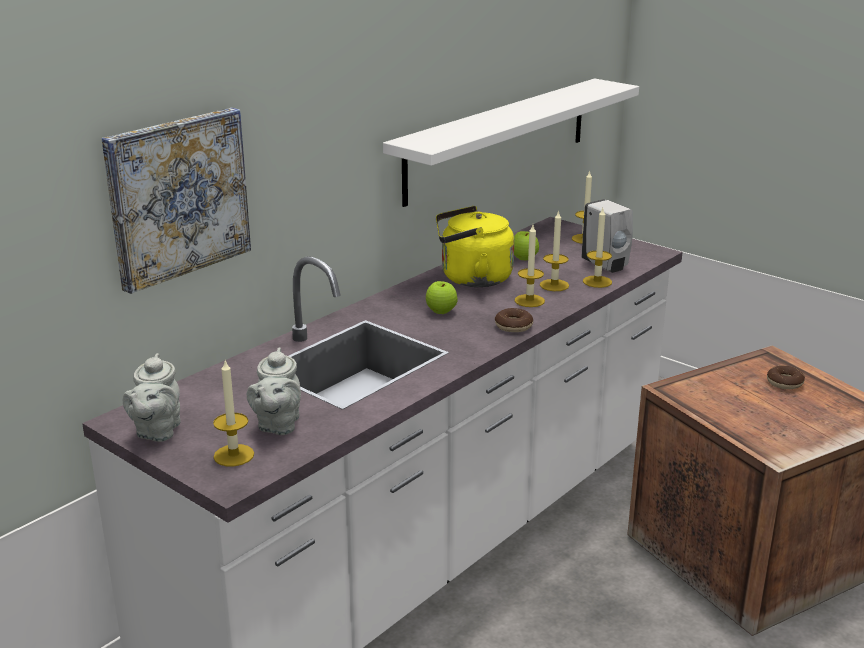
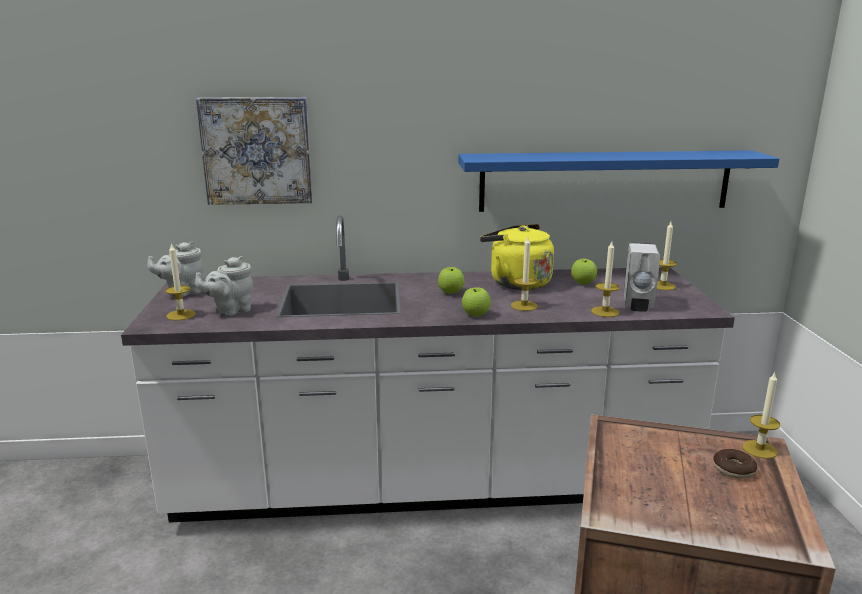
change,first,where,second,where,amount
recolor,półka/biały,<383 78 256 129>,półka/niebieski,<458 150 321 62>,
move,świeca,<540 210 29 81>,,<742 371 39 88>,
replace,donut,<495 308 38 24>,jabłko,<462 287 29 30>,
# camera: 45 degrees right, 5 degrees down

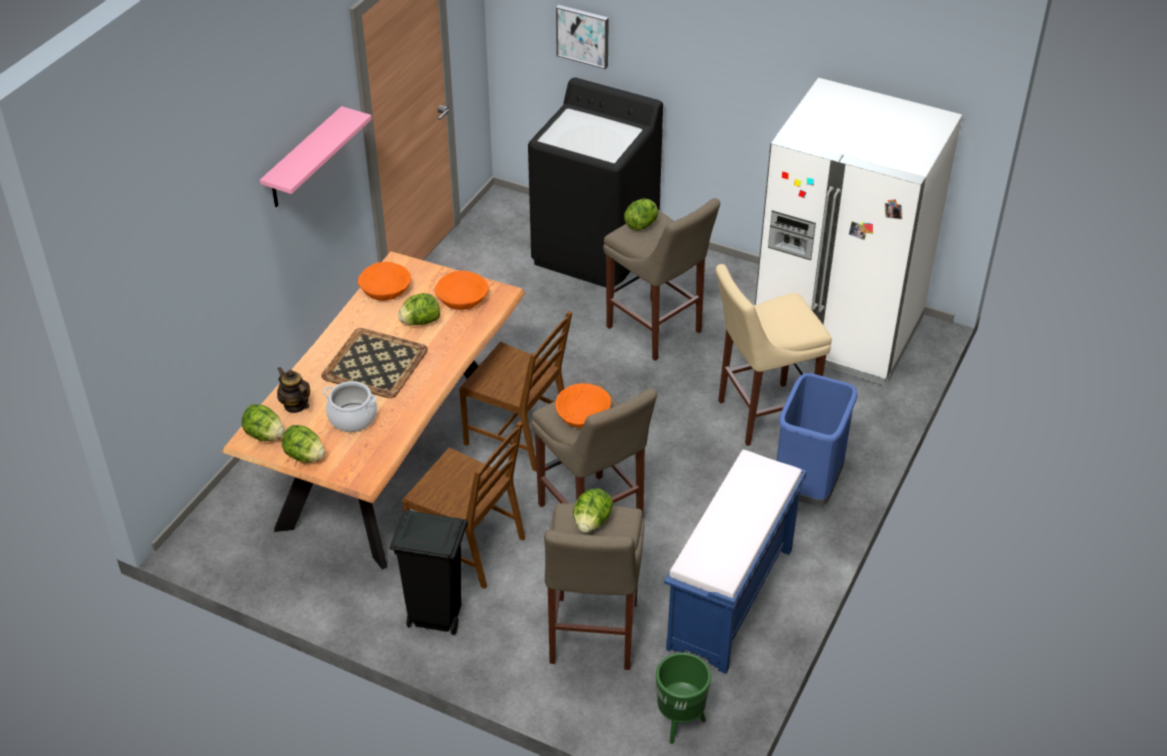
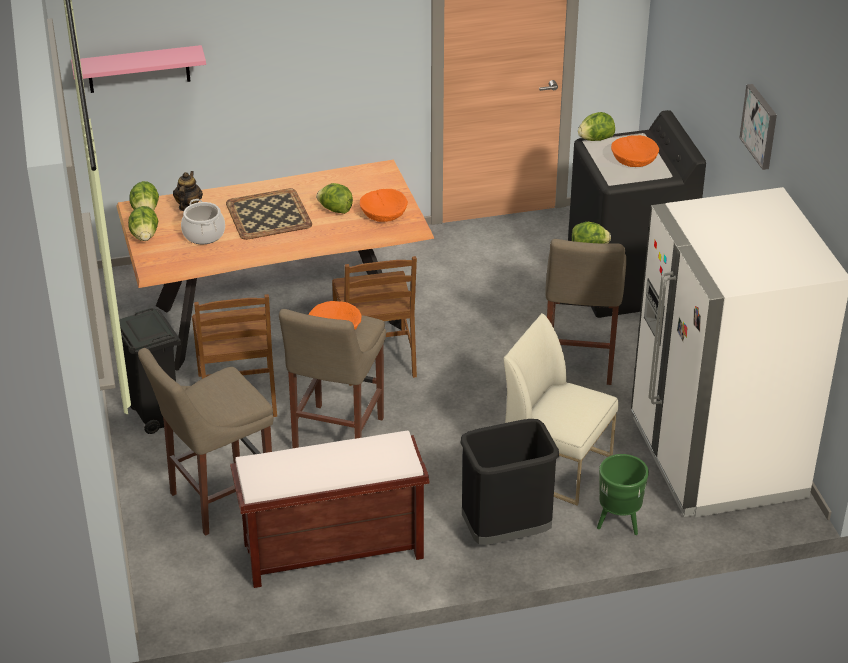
change,first,where,second,where,amount
move,obraz,<556 5 53 64>,,<739 84 38 86>,
move,półka/różowy,<260 106 112 101>,,<71 45 135 48>,
move,miska/pomarańczowy,<358 262 53 38>,,<611 135 48 32>,
replace,stołek/beżowy,<716 264 116 182>,krzesło/biały,<504 313 115 192>,
recolor,kosz na śmieci/niebieski,<777 373 81 133>,kosz na śmieci/czarny,<460 419 99 126>,
recolor,ławka/niebieski,<664 450 143 224>,ławka/brązowy,<230 430 199 158>,
move,sałata,<573 488 41 45>,,<578 112 37 29>,
move,donica/zielony,<656 653 55 91>,,<597 454 52 81>,
# camera: 50 degrees right, 5 degrees down

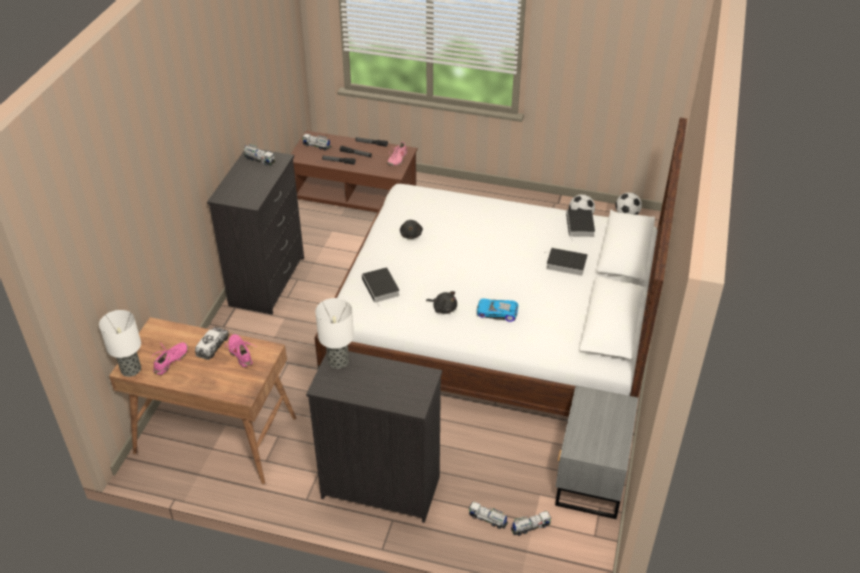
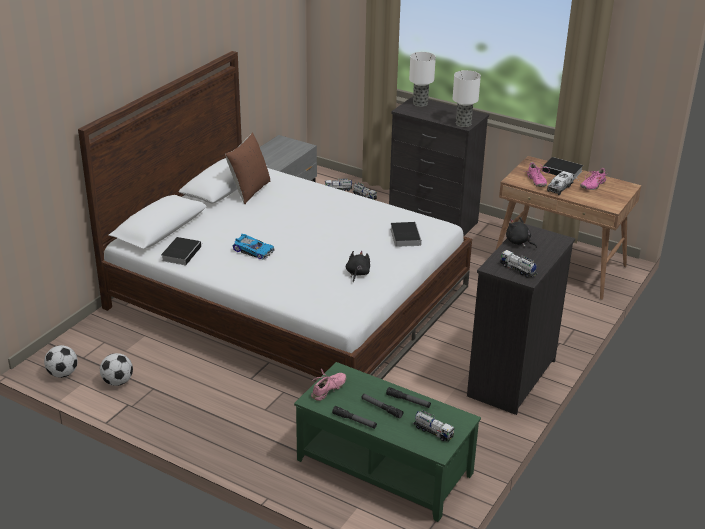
change,first,where,second,where,amount
recolor,ława/brązowy,<291 131 126 82>,ława/zielony,<294 362 187 160>,
move,książka,<545 248 42 28>,,<542 157 41 24>,
move,pluszak/czarny,<426 291 31 23>,,<506 217 31 31>,
move,samochodzik,<477 299 42 23>,,<233 234 41 26>,
move,lampa stołowa,<99 310 42 67>,,<409 52 27 55>,
insert,,,poduszka/brązowy,<225 132 45 72>,
# camera: 165 degrees left, 10 degrees down

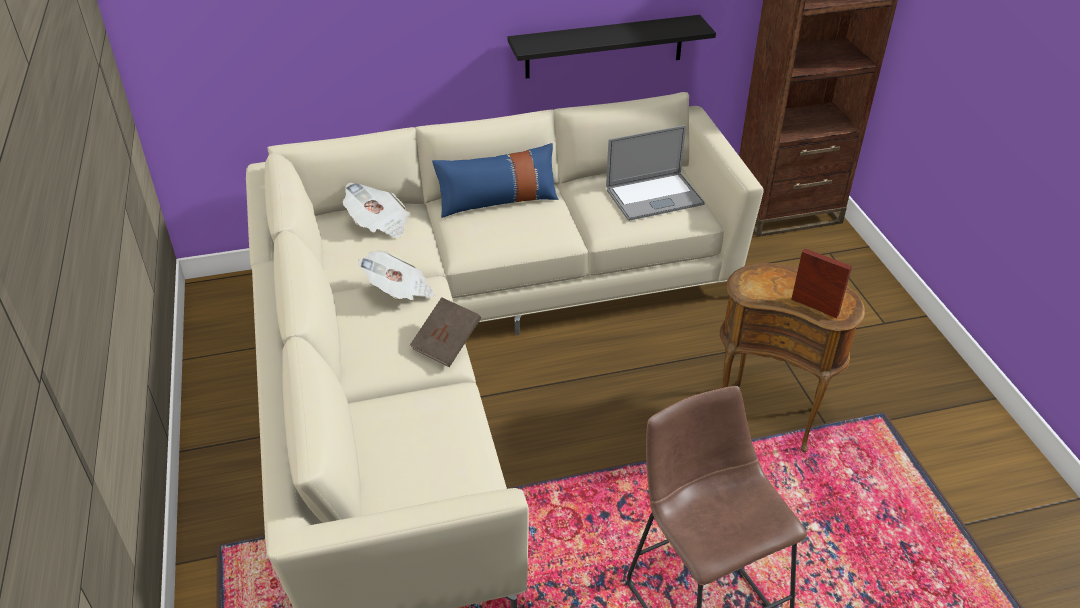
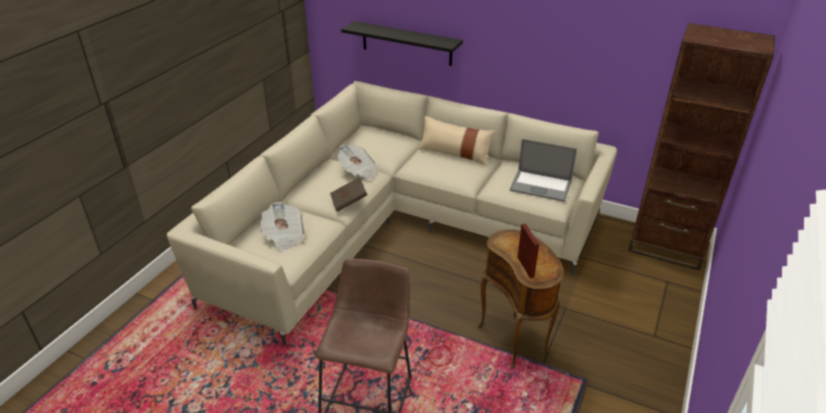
change,first,where,second,where,amount
move,półka/czarny,<508 15 208 63>,,<341 21 122 45>,
recolor,poduszka/niebieski,<432 143 126 75>,poduszka/beżowy,<418 116 77 49>,
move,gazeta,<343 183 67 55>,,<260 202 45 50>,
# camera: 40 degrees right, 5 degrees down

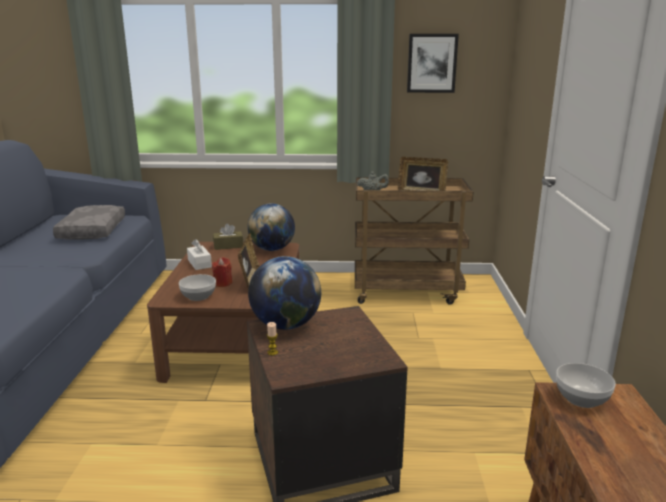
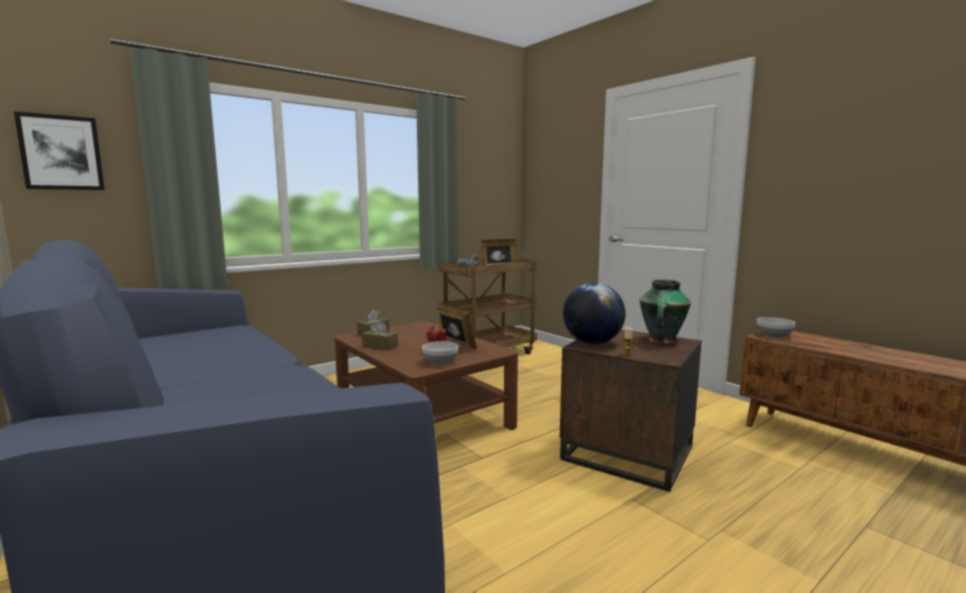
change,first,where,second,where,amount
move,obraz,<407 34 52 59>,,<14 111 91 79>,
delete,globus,<247 203 48 48>,,,
delete,poduszka/szary,<53 205 72 35>,,,
recolor,pudełko chusteczek/biały,<187 239 25 31>,pudełko chusteczek/brązowy,<362 320 36 30>,
insert,,,wazon,<639 280 52 64>,
# camera: 40 degrees left, 10 degrees down

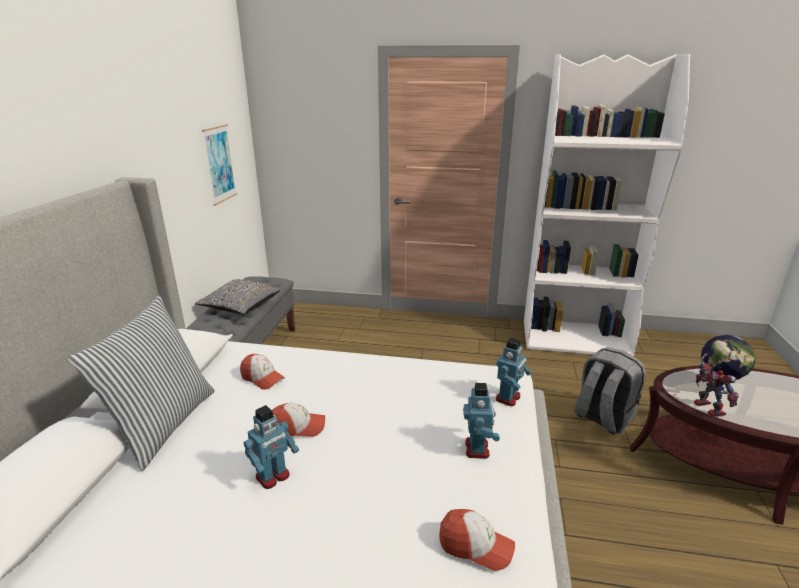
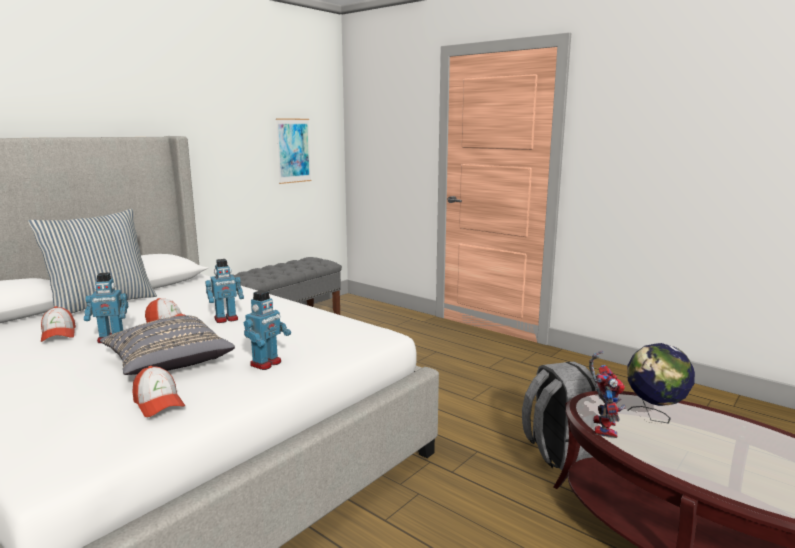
change,first,where,second,where,amount
delete,regał/biały,<524 54 166 302>,,,
move,poduszka/szary,<195 279 85 35>,,<100 315 135 60>,
move,robot zabawkowy,<496 338 36 68>,,<205 259 39 64>,
move,czapka z daszkiem,<240 354 45 36>,,<41 306 35 36>,
# camera: 30 degrees right, 10 degrees down

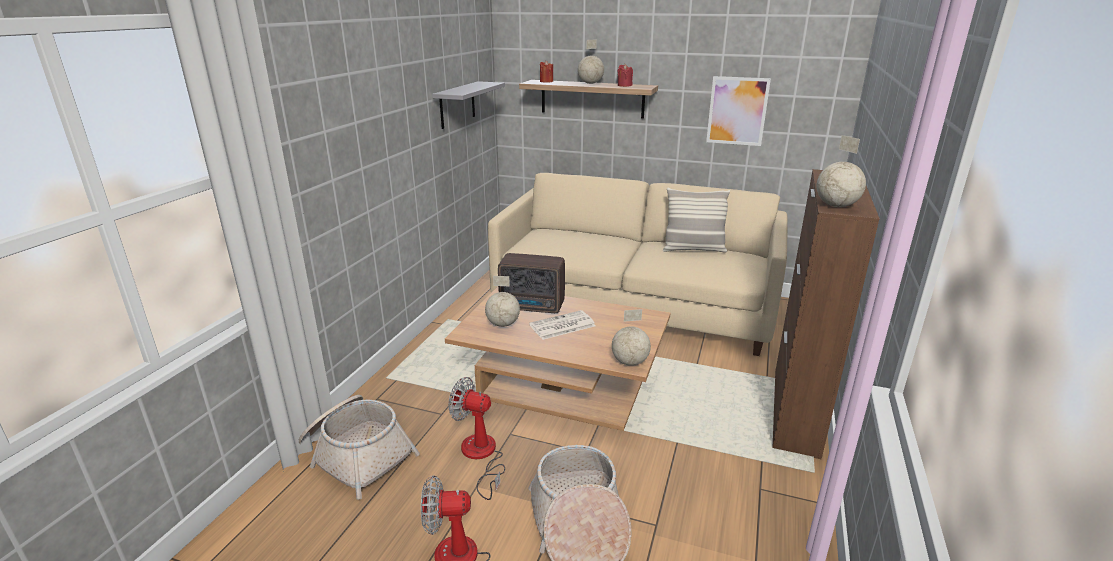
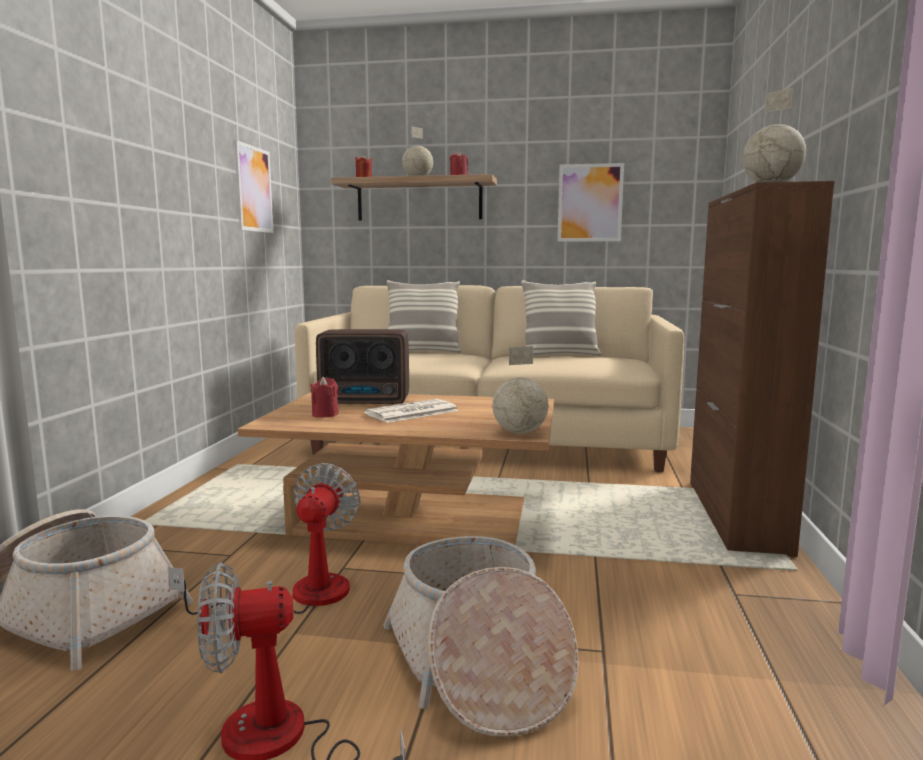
change,first,where,second,where,amount
replace,półka/szary,<432 81 73 48>,obraz,<234 140 39 93>,
replace,globus,<485 276 35 51>,świeca/czerwony,<310 377 29 41>,
rotate,wentylator,<448 377 57 123>,,<167 463 193 152>,90 degrees clockwise
insert,,,poduszka,<387 280 74 73>,
# camera: 10 degrees left, 15 degrees down

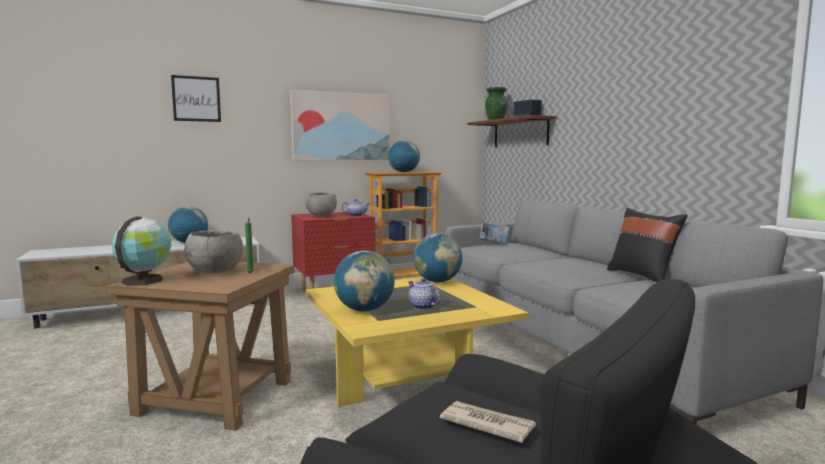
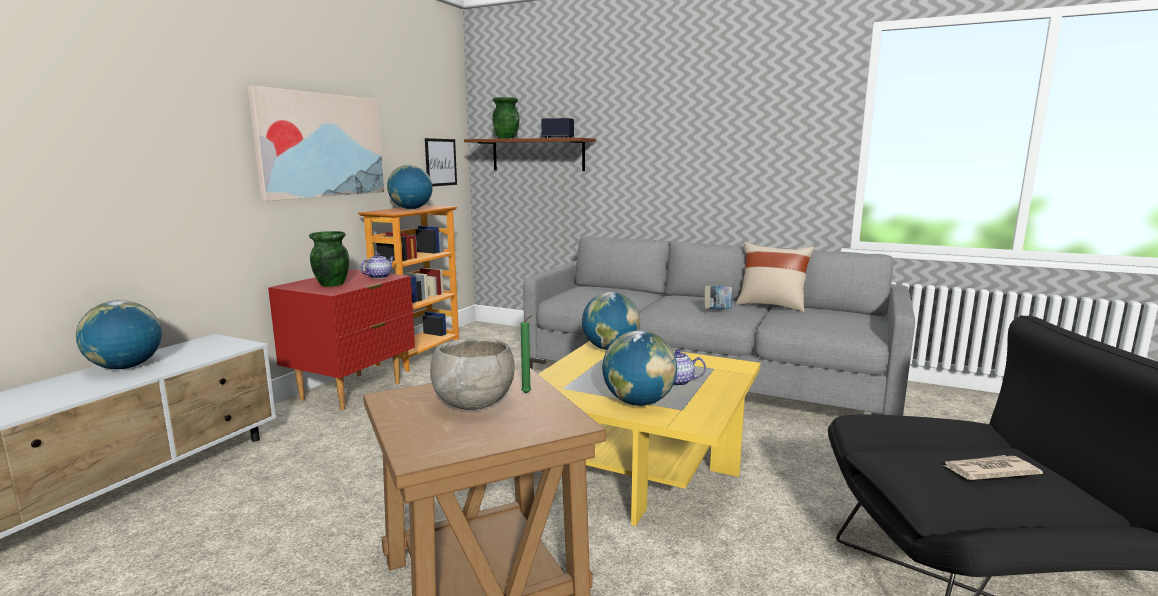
change,first,where,second,where,amount
move,obraz,<171 75 50 47>,,<425 138 32 48>,
replace,miska/szary,<305 192 32 25>,wazon/zielony,<309 231 40 56>,
recolor,poduszka/czarny,<607 208 80 74>,poduszka/beżowy,<736 242 78 70>,
delete,globus,<112 216 59 70>,,,
move,książka,<479 222 30 22>,,<705 285 27 24>,
# camera: 40 degrees left, 5 degrees up

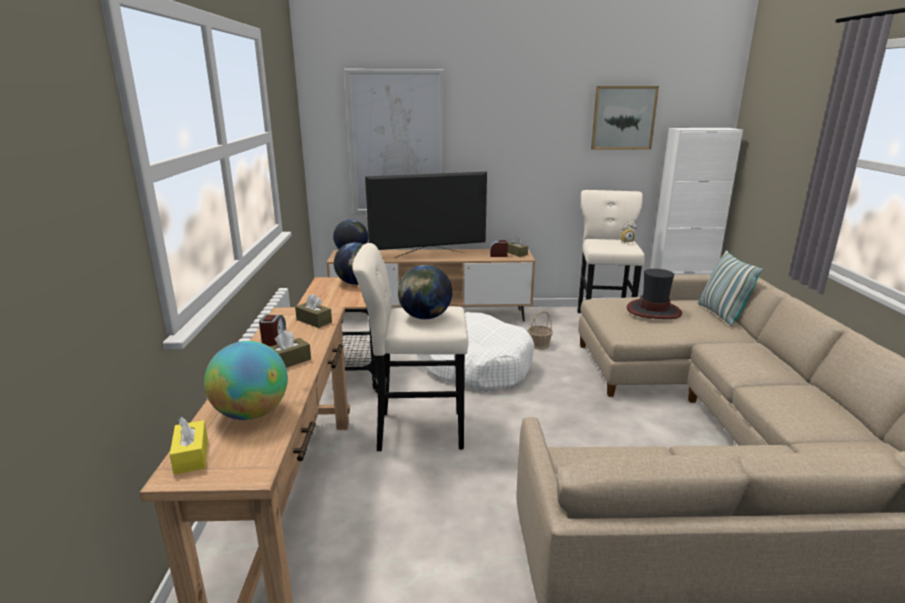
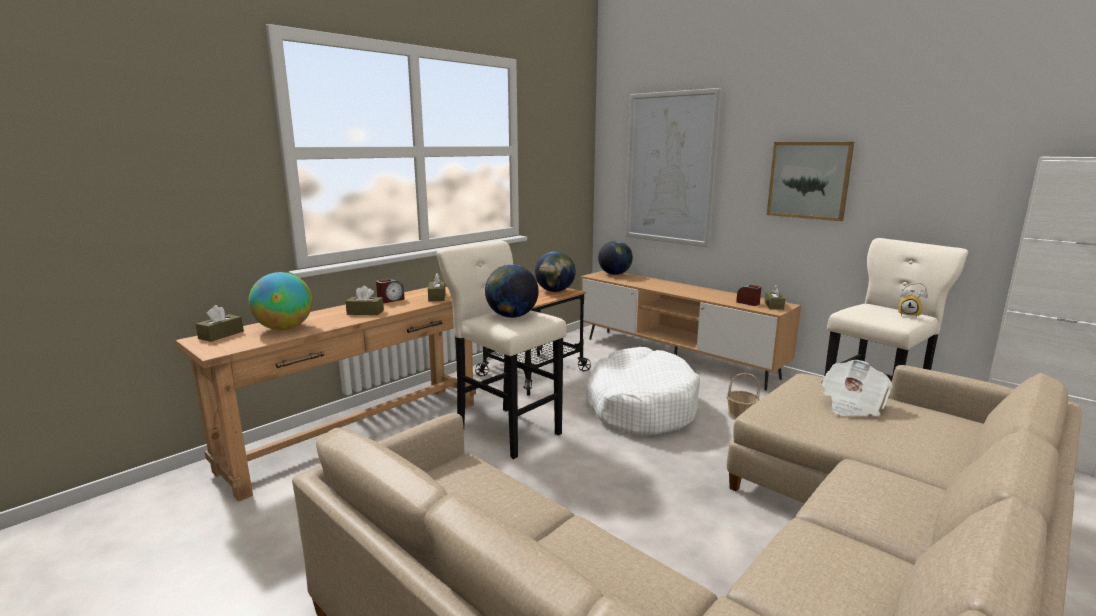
change,first,where,second,where,amount
move,obraz,<591 86 68 64>,,<767 142 87 79>,
delete,telewizor,<365 172 122 86>,,,
delete,poduszka,<698 250 65 76>,,,
replace,kapelusz,<627 269 55 50>,gazeta,<821 360 72 56>,
recolor,pudełko chusteczek/żółty,<170 417 38 57>,pudełko chusteczek/brązowy,<196 305 48 37>,
# camera: 45 degrees right, 5 degrees down

